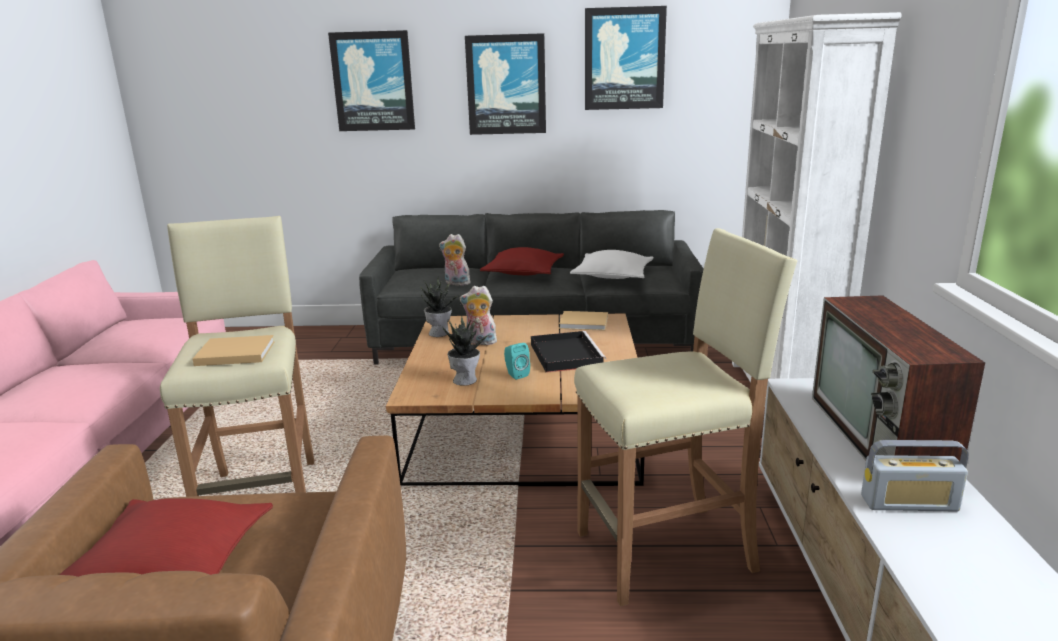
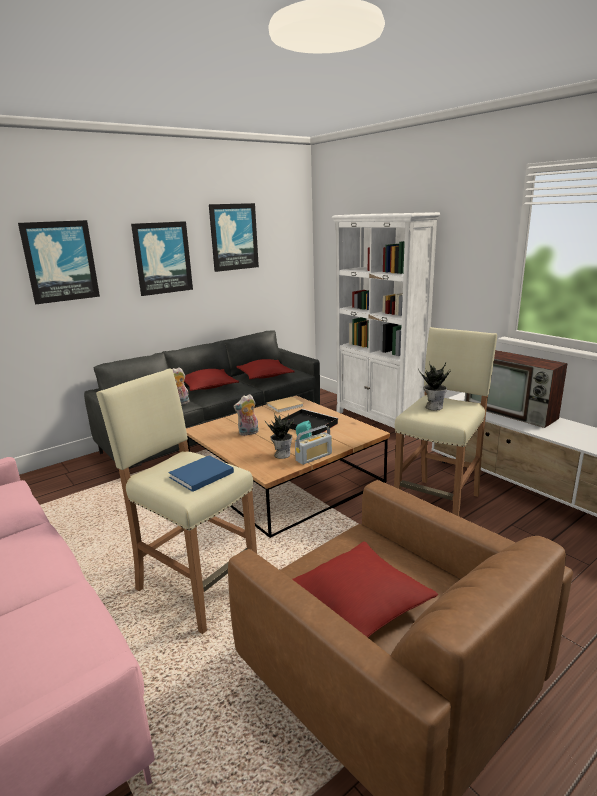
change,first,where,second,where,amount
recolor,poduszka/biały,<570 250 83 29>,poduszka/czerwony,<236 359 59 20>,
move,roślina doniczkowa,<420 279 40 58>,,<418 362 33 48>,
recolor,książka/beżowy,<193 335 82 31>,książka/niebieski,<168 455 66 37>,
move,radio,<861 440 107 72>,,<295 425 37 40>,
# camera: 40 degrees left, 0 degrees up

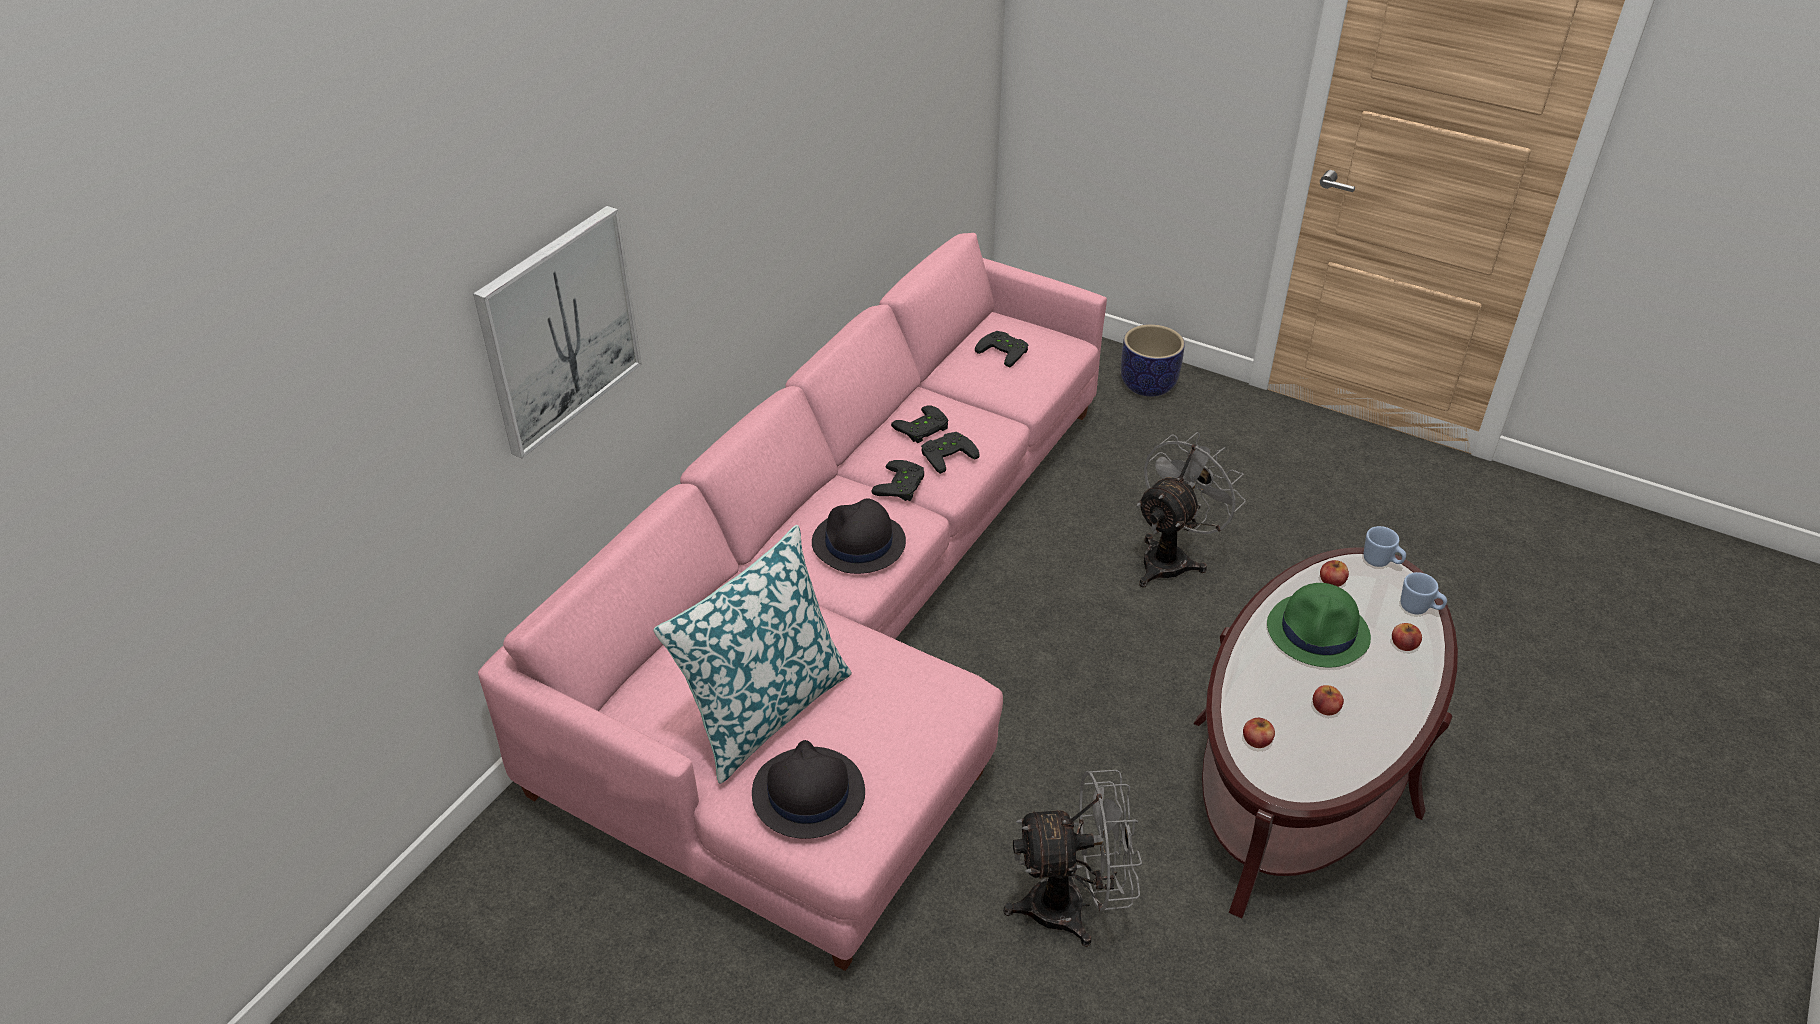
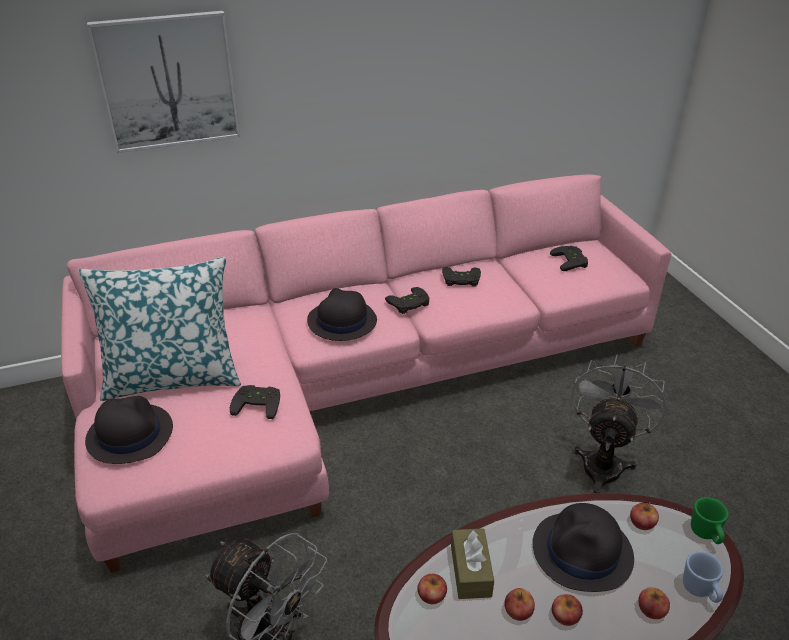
change,first,where,second,where,amount
delete,donica,<1121 324 64 73>,,,
move,pad do gier/czarny,<921 432 59 42>,,<230 385 50 34>,
rotate,wentylator/szary,<1137 432 109 156>,,<571 354 96 139>,60 degrees counterclockwise
recolor,kubek/niebieski,<1364 526 42 41>,kubek/zielony,<691 497 38 47>,
recolor,kapelusz/zielony,<1267 583 104 85>,kapelusz/czarny,<533 503 101 89>,
insert,,,pudełko chusteczek/brązowy,<451 528 43 71>,
insert,,,jabłko,<552 594 31 32>,
# camera: 40 degrees right, 5 degrees down

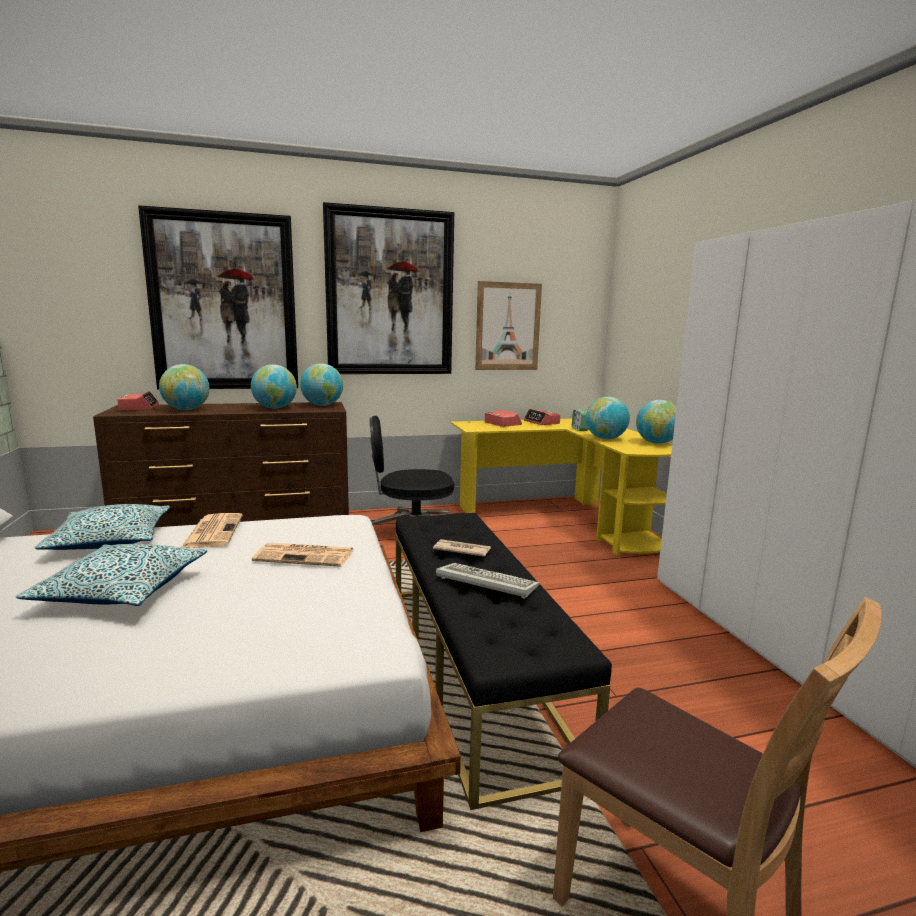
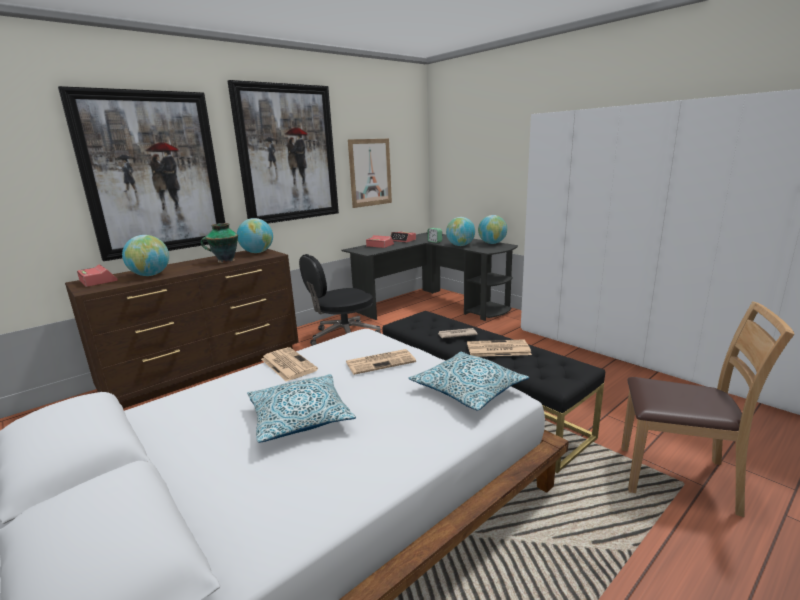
change,first,where,second,where,amount
replace,globus,<251 364 46 45>,wazon,<201 223 37 40>,
recolor,biurko/żółty,<451 419 221 137>,biurko/czarny,<342 232 176 89>,
move,poduszka,<34 504 136 46>,,<408 352 121 59>,
replace,klawiatura,<436 563 103 36>,gazeta,<467 339 65 18>,
# camera: 25 degrees left, 5 degrees up

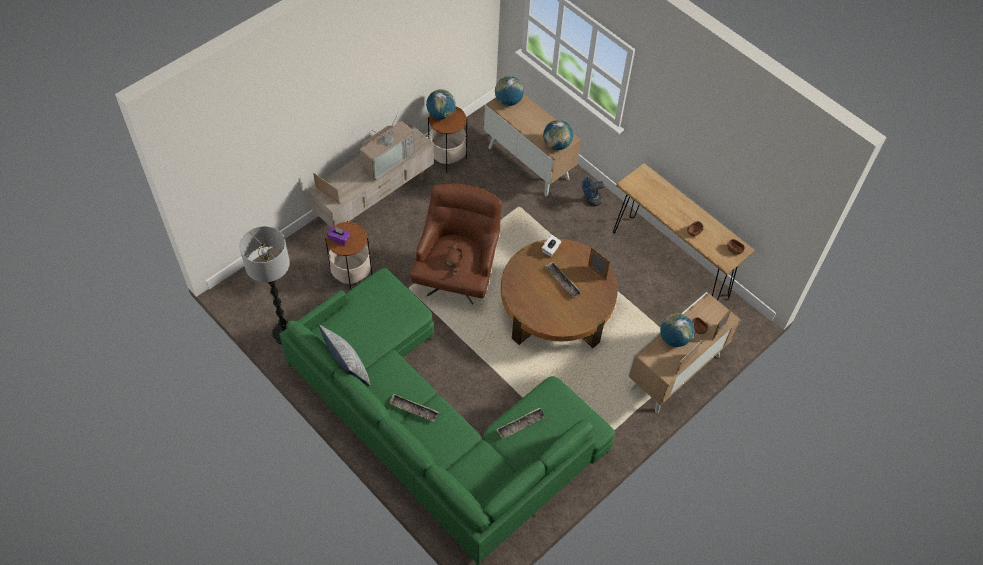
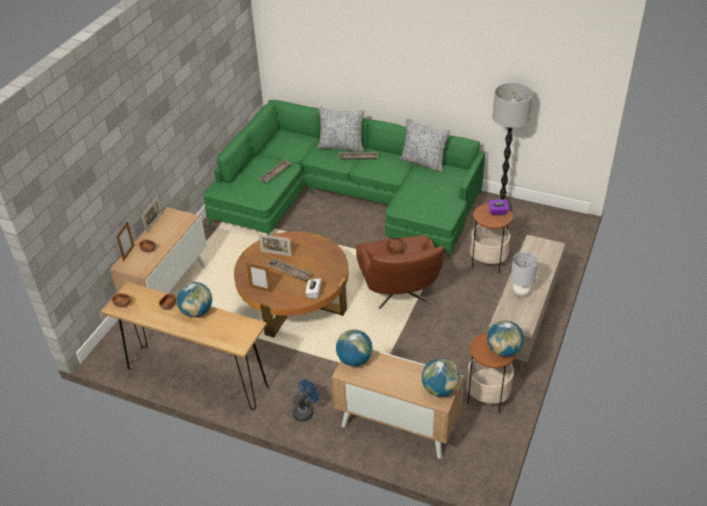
change,first,where,second,where,amount
replace,telewizor,<360 112 55 69>,lampa stołowa/szary,<511 252 27 45>,
move,ramka na zdjęcie,<313 172 27 32>,,<258 234 34 22>,
move,globus,<660 313 34 34>,,<176 282 36 35>,
insert,,,poduszka,<317 106 48 46>,
# camera: 160 degrees right, 15 degrees down

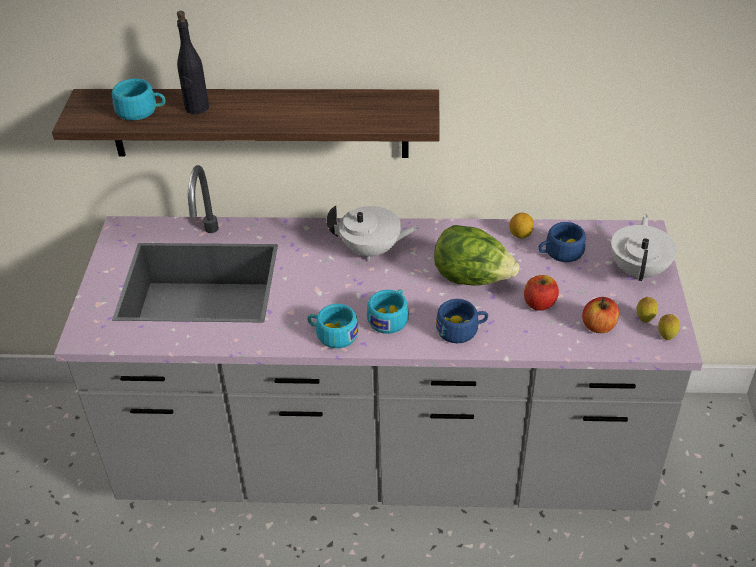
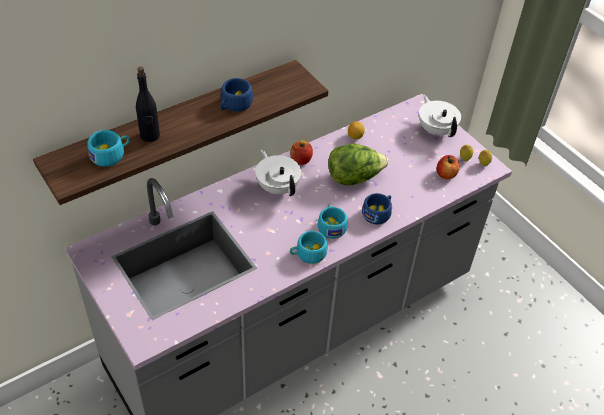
change,first,where,second,where,amount
rotate,imbryk/biały,<327 206 92 55>,,<255 149 46 47>,90 degrees counterclockwise
move,filiżanka/niebieski,<538 222 48 40>,,<220 78 33 34>,
move,jabłko,<524 275 35 36>,,<291 140 22 25>,
# camera: 40 degrees left, 5 degrees up

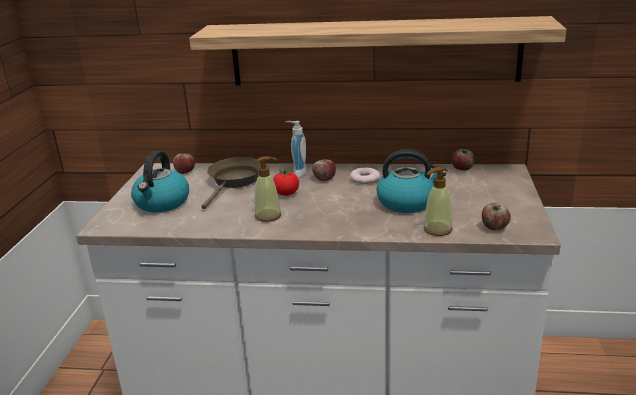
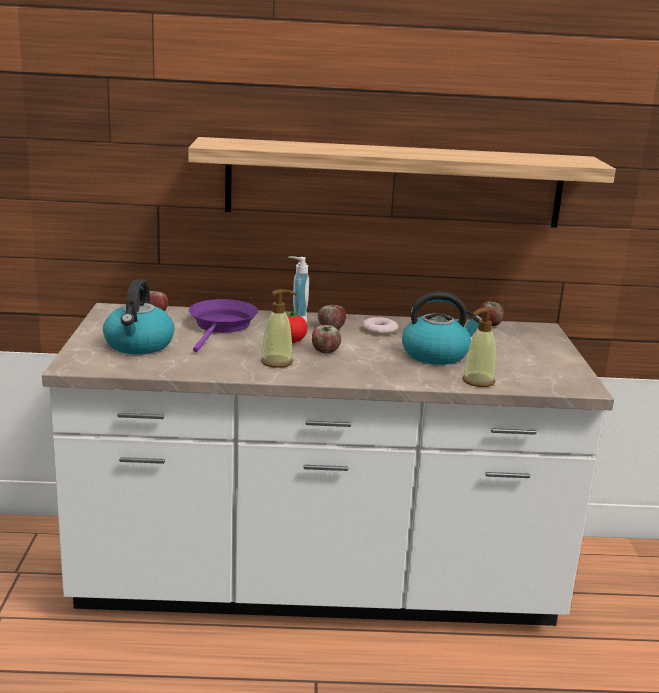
change,first,where,second,where,amount
recolor,patelnia/brązowy,<201 157 60 52>,patelnia/fioletowy,<189 299 69 54>,
move,jabłko,<482 203 29 27>,,<312 325 29 28>,
# camera: 10 degrees left, 5 degrees down

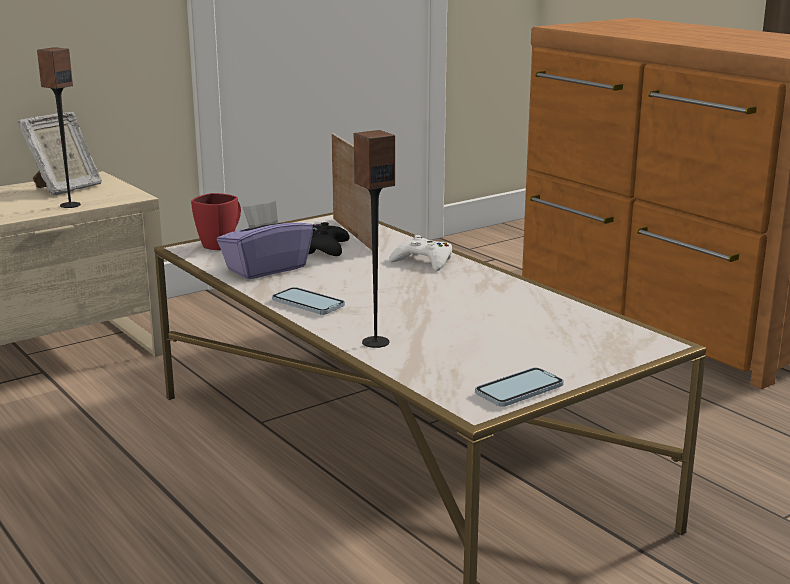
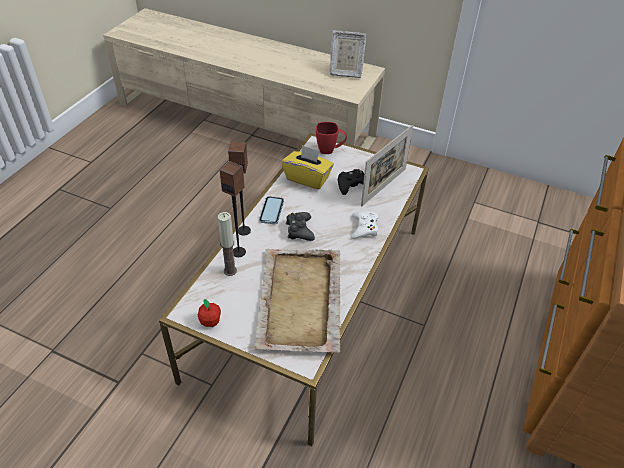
change,first,where,second,where,amount
move,głośnik,<37 47 44 161>,,<228 141 23 95>,
recolor,pudełko chusteczek/fioletowy,<217 201 96 78>,pudełko chusteczek/żółty,<282 145 52 45>,
replace,telefon,<475 368 89 39>,jabłko,<198 299 23 28>,
insert,,,świeca,<218 212 19 64>,
insert,,,pad do gier/czarny,<286 212 29 29>,
insert,,,taca/beżowy,<254 249 87 104>,
# camera: 60 degrees right, 25 degrees up

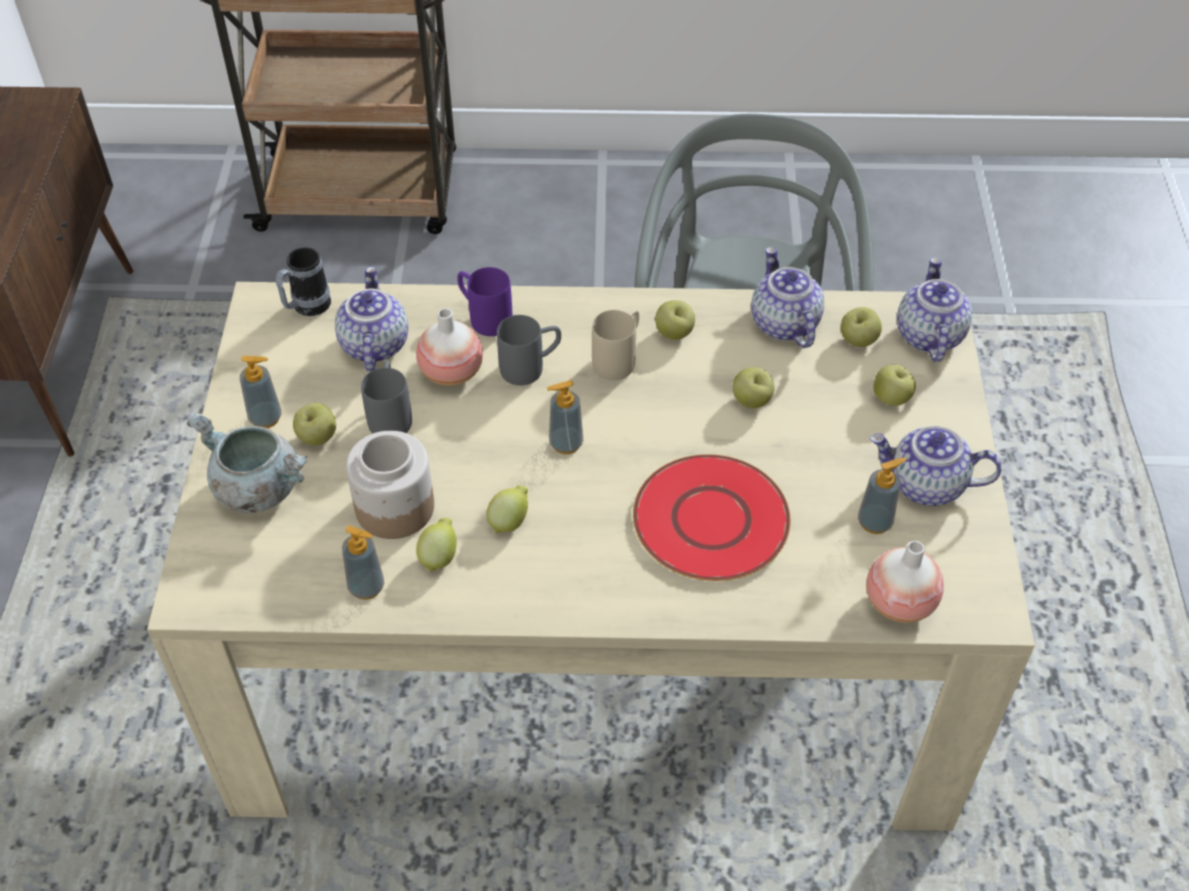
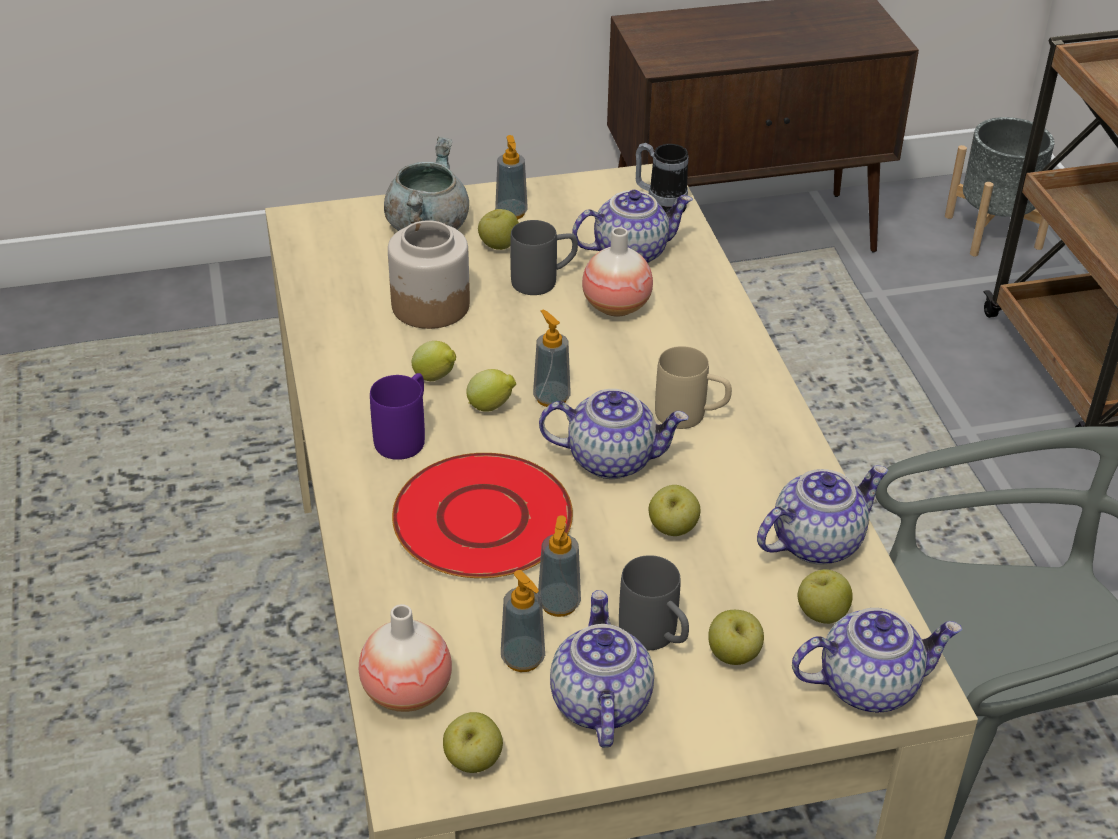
change,first,where,second,where,amount
move,kubek/fioletowy,<457 267 55 69>,,<370 373 55 87>,
move,jabłko,<655 300 40 40>,,<443 712 60 61>,
move,kubek/szary,<497 315 64 71>,,<619 555 70 95>,
move,cytryna,<416 518 41 54>,,<466 369 50 43>,
move,dozownik mydła,<342 525 42 75>,,<538 515 43 102>,
insert,,,donica/szary,<945 117 110 139>,
insert,,,imbryk,<539 389 150 90>,
# camera: 75 degrees right, 10 degrees down

